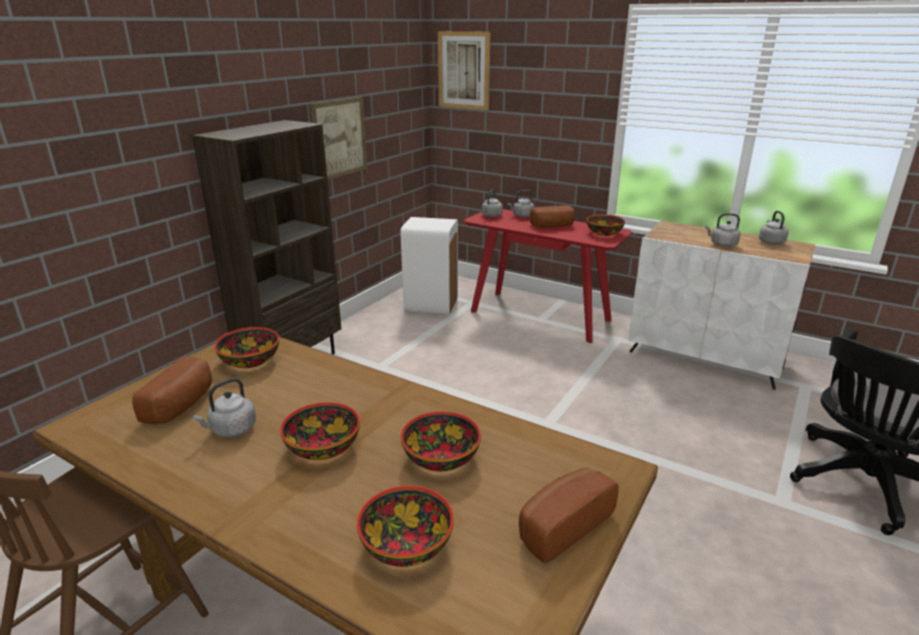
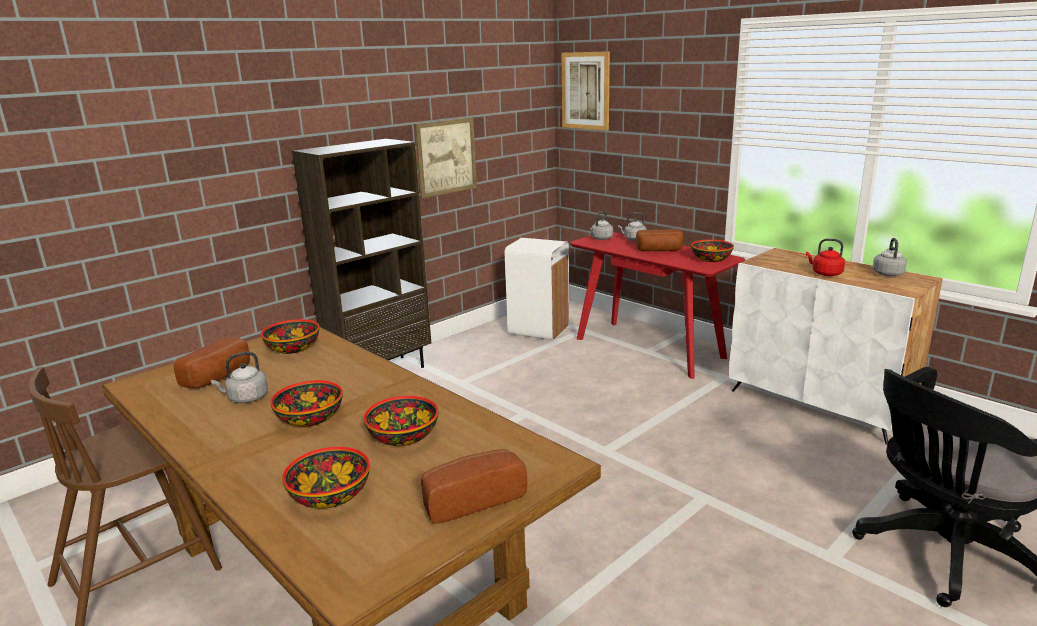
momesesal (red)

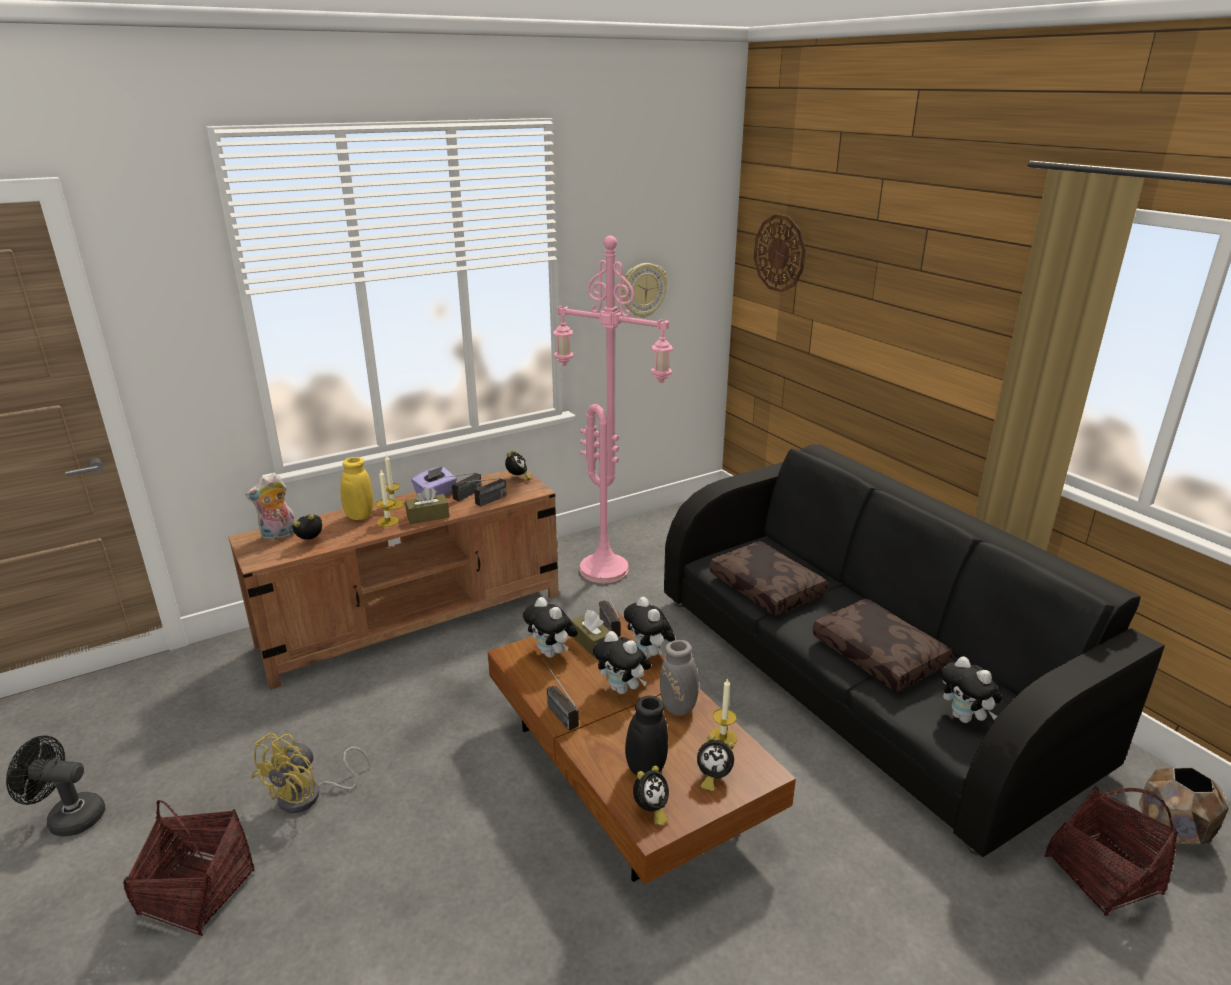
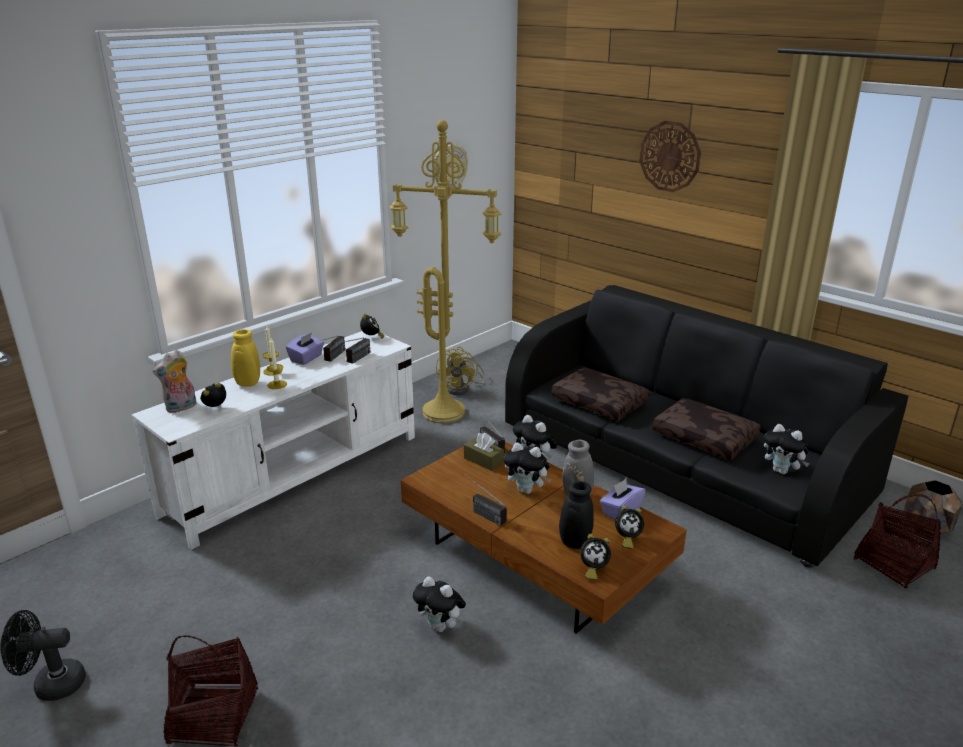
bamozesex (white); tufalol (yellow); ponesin (2nd from left); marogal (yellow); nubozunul (3rd from left); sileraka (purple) (2nd from left); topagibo (2nd from left); sileraka (brown) (1st from left in the first image)

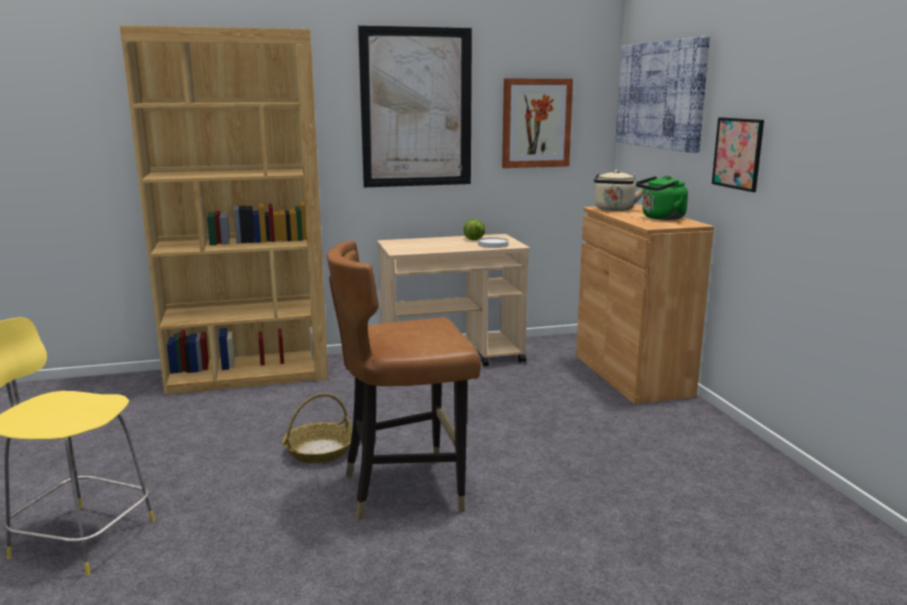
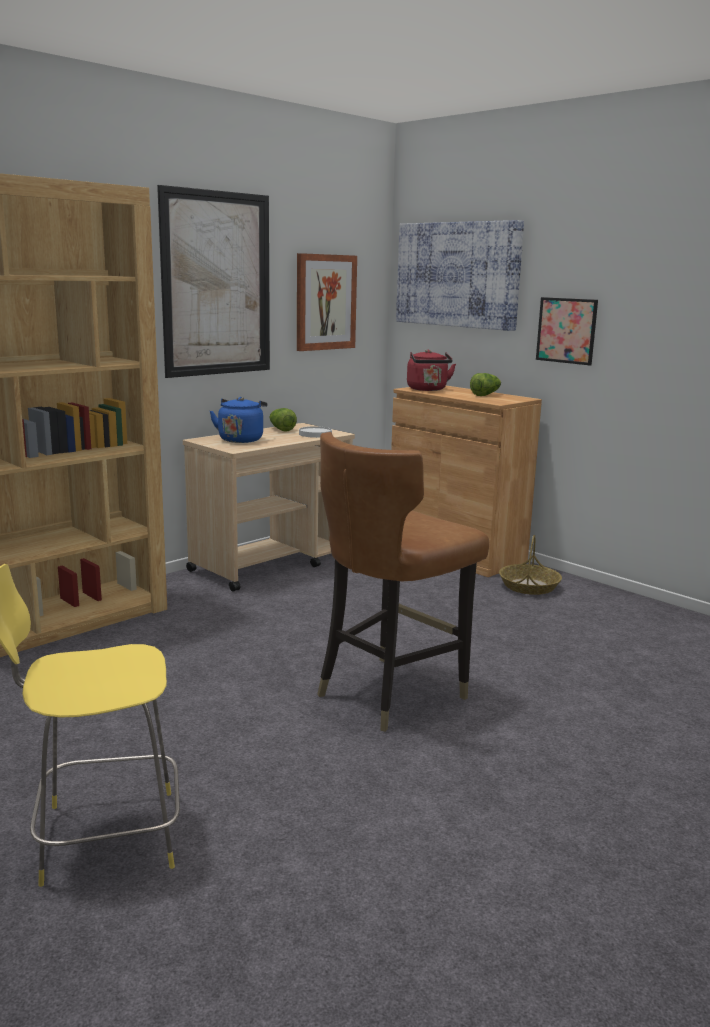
momesesal (blue); momesesal (red); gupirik (2nd from left); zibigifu

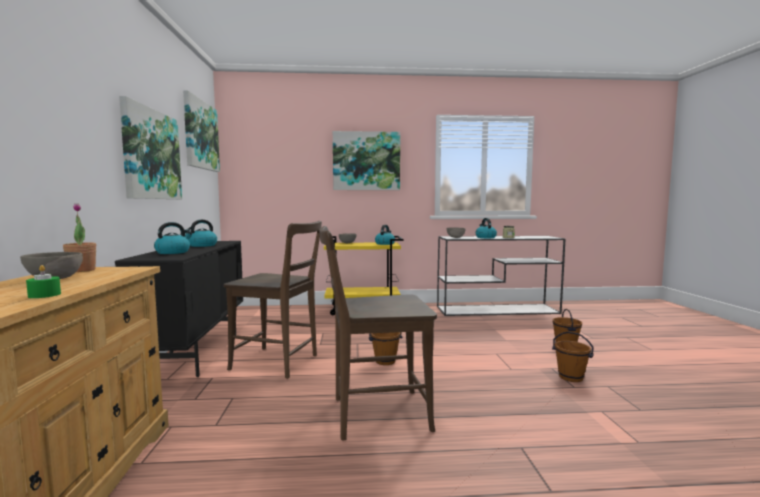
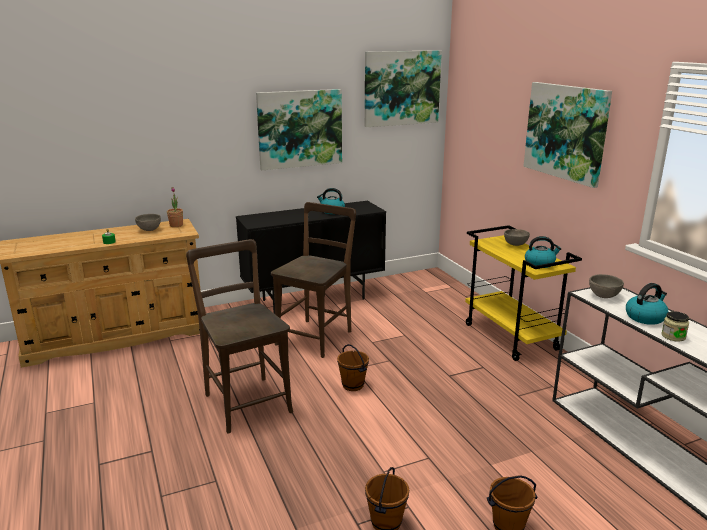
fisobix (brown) (2nd from left); momesesal (1st from left in the first image)

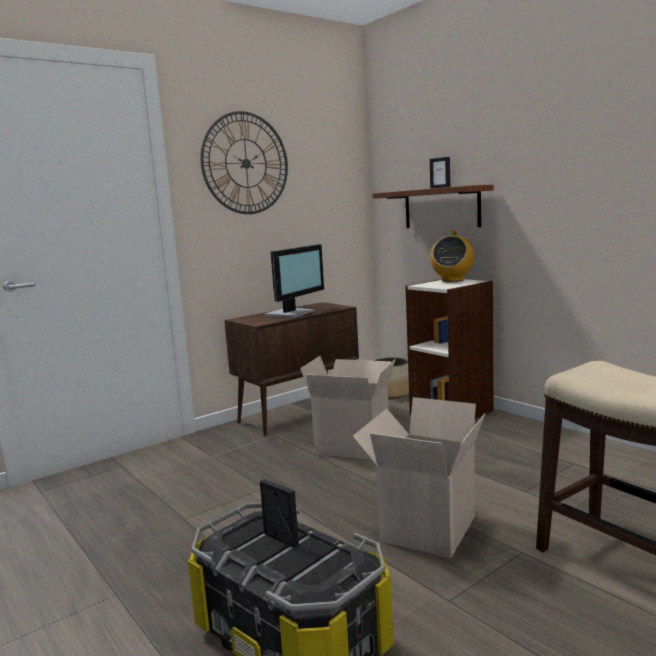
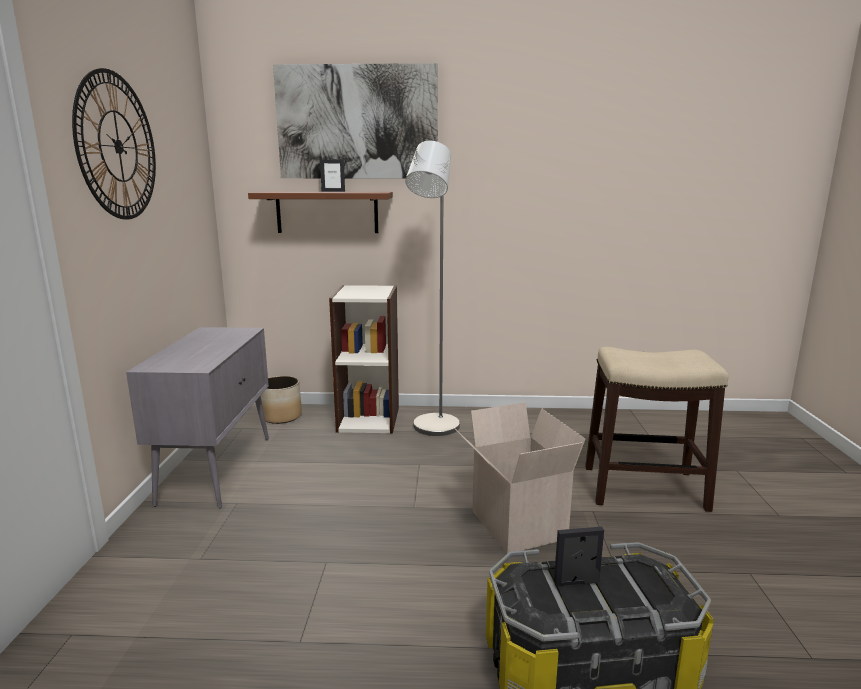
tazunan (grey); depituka; tufalol (grey); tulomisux; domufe (1st from left in the first image); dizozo

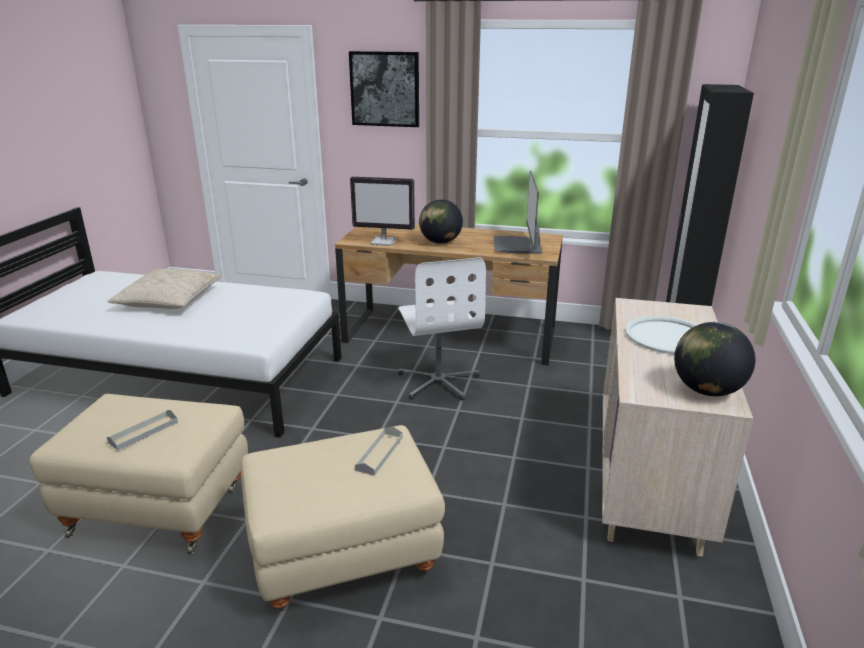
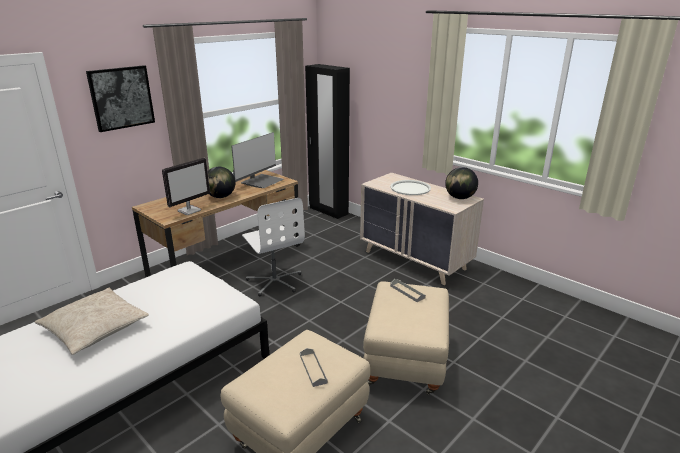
tulomisux (2nd from left); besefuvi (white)

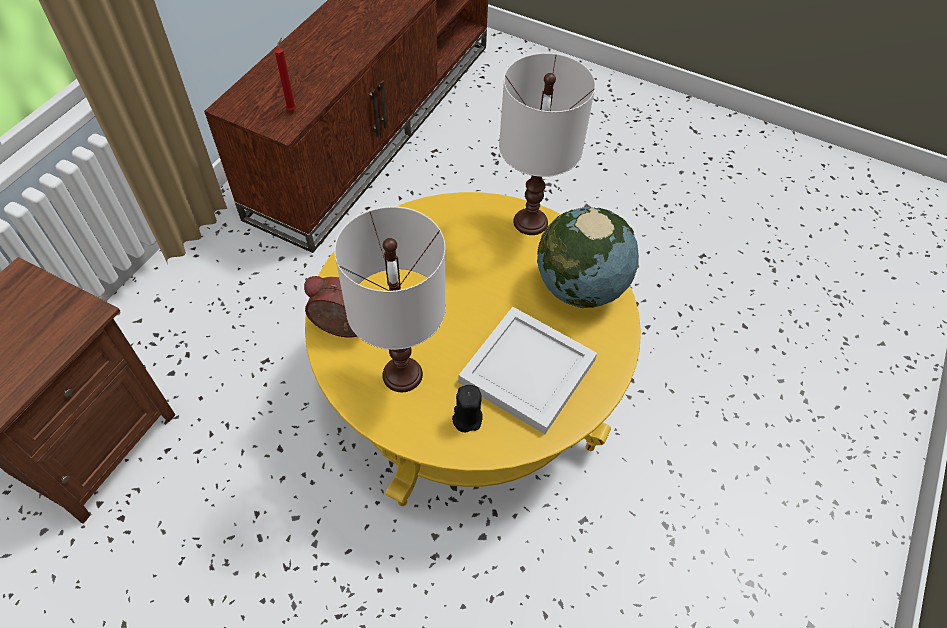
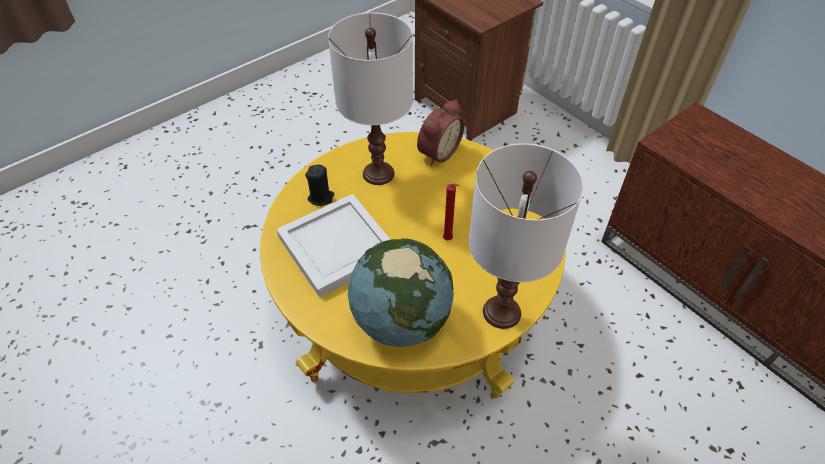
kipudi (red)

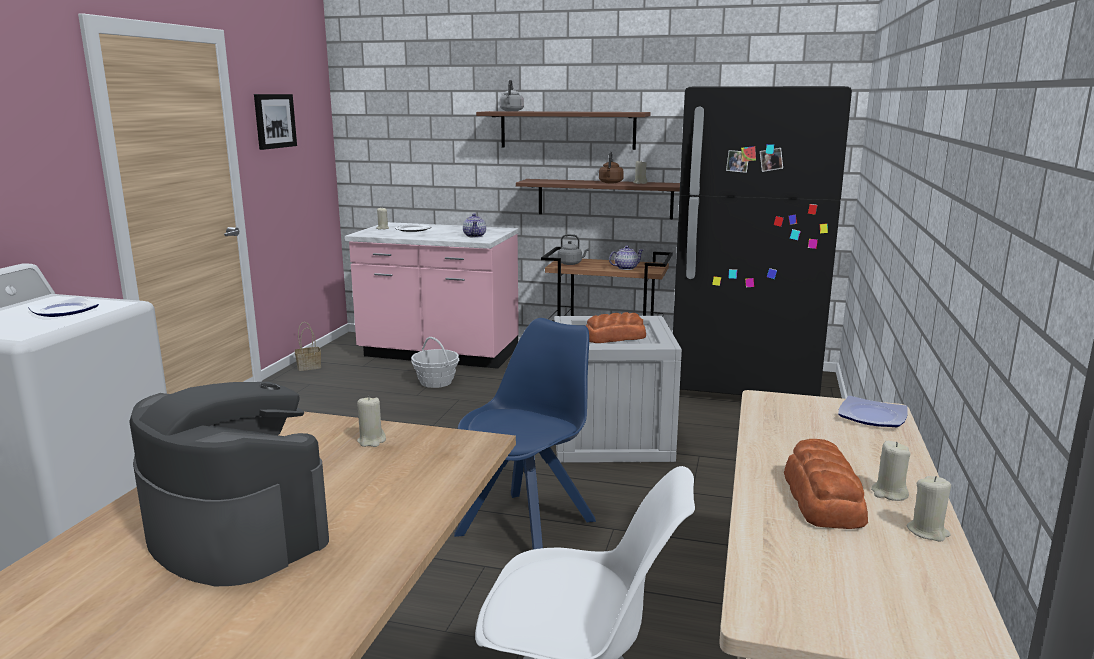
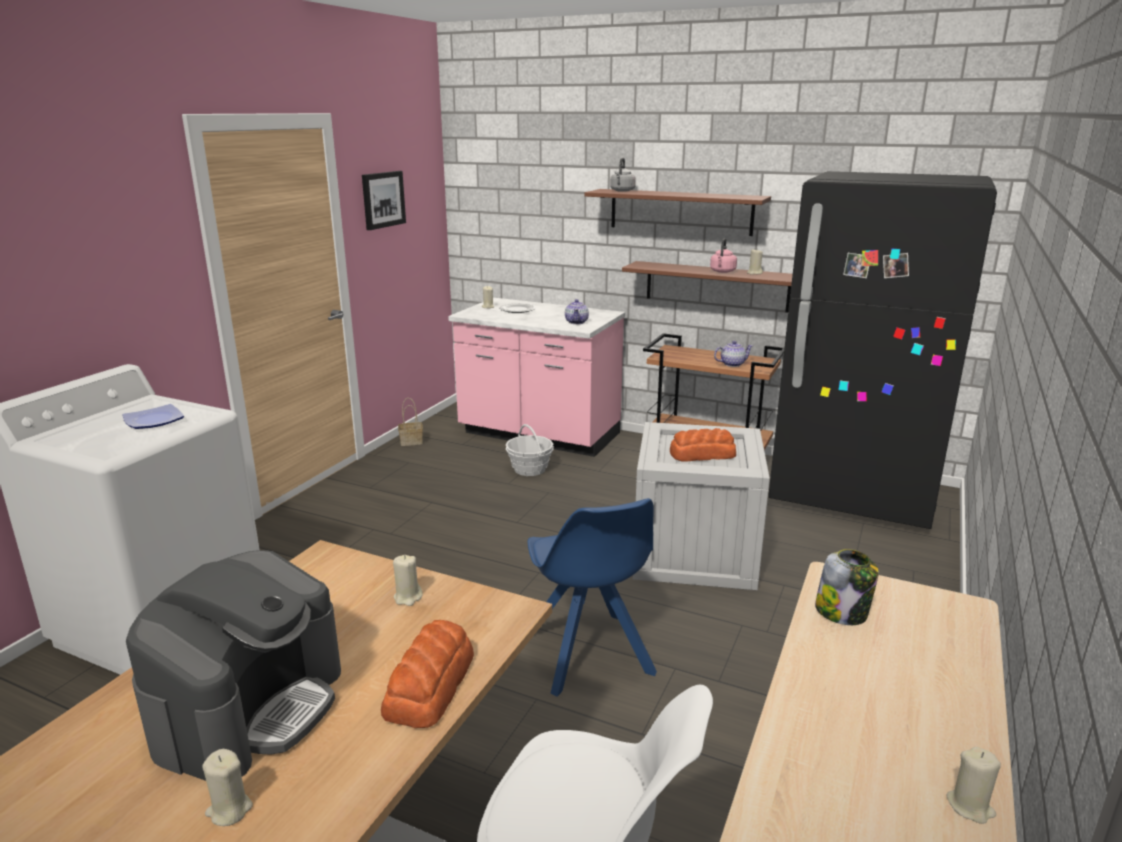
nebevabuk; kipudi (beige) (1st from left); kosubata (1st from left); fisobix (blue); momesesal (pink); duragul; momesesal (grey) (2nd from left in the first image); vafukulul (3rd from left in the first image)

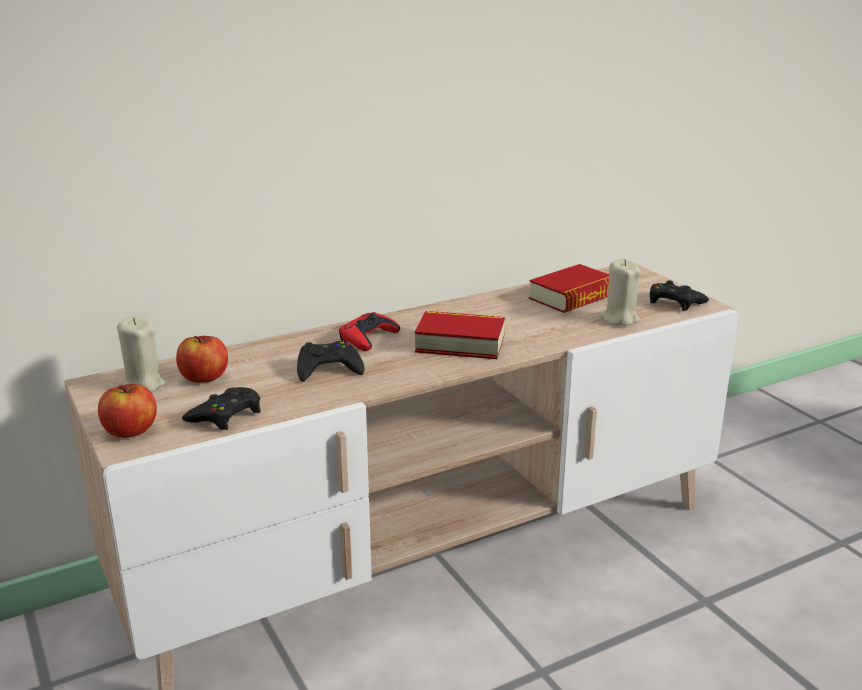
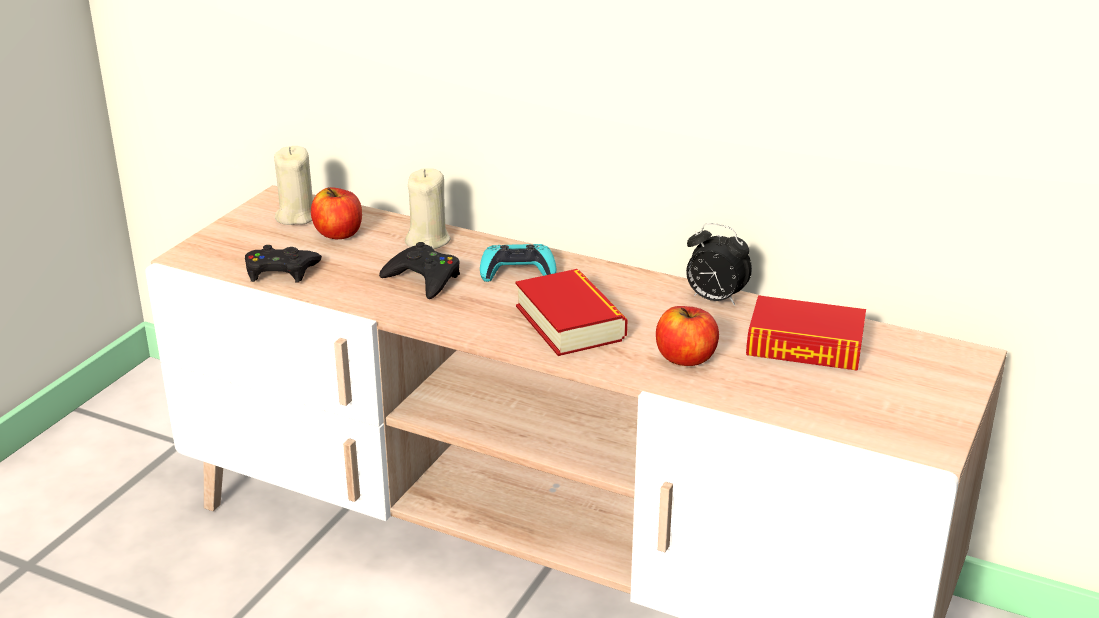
kipudi (beige) (2nd from left); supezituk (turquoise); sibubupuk (2nd from left); nubozunul; supezituk (black) (3rd from left in the first image)

